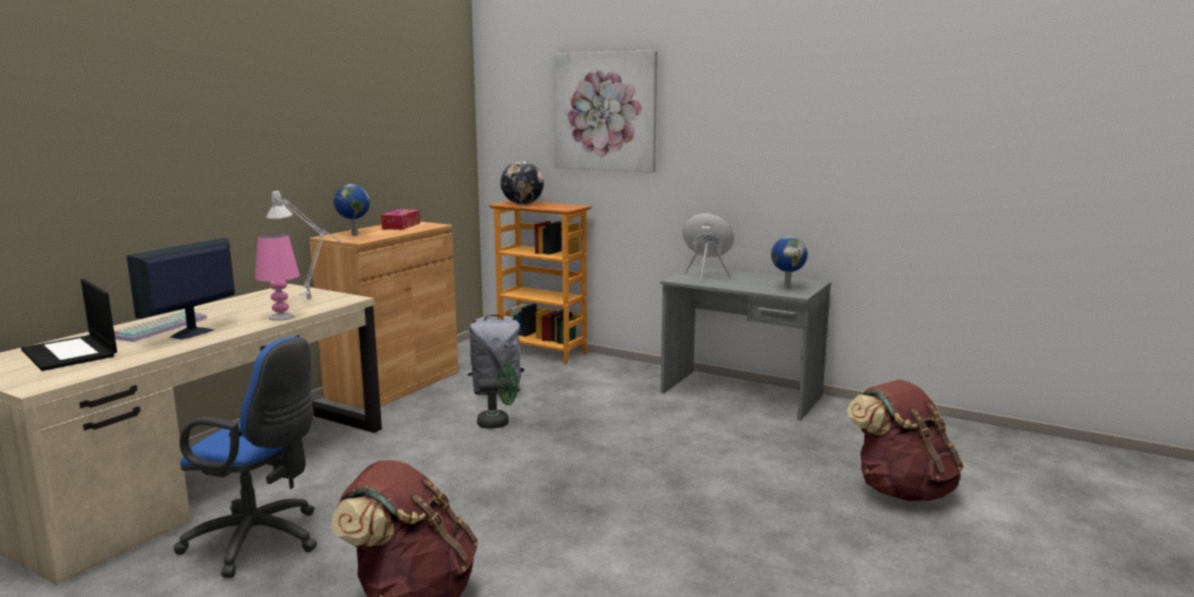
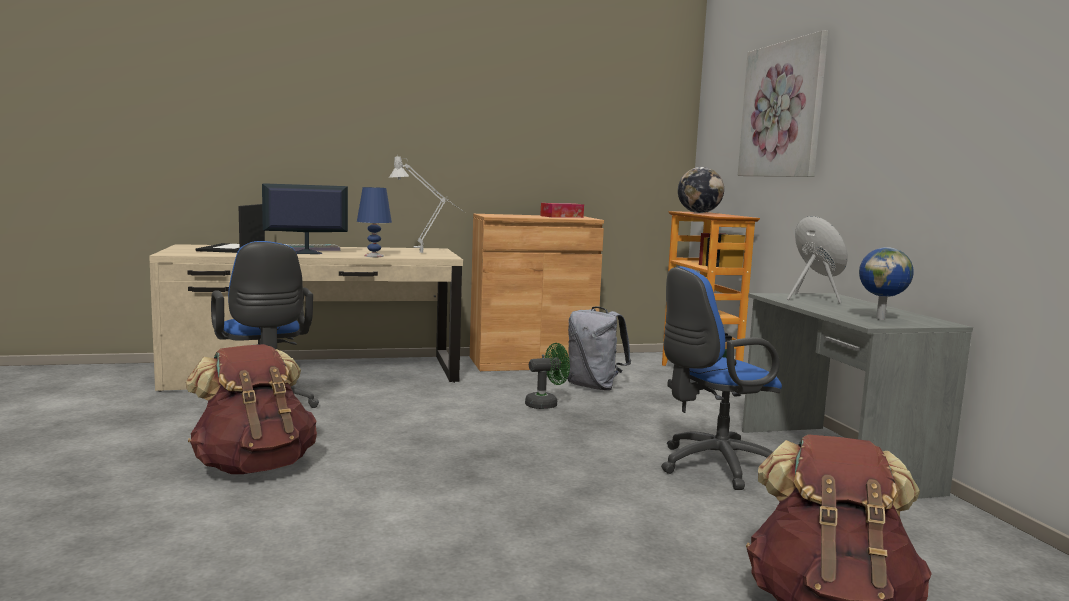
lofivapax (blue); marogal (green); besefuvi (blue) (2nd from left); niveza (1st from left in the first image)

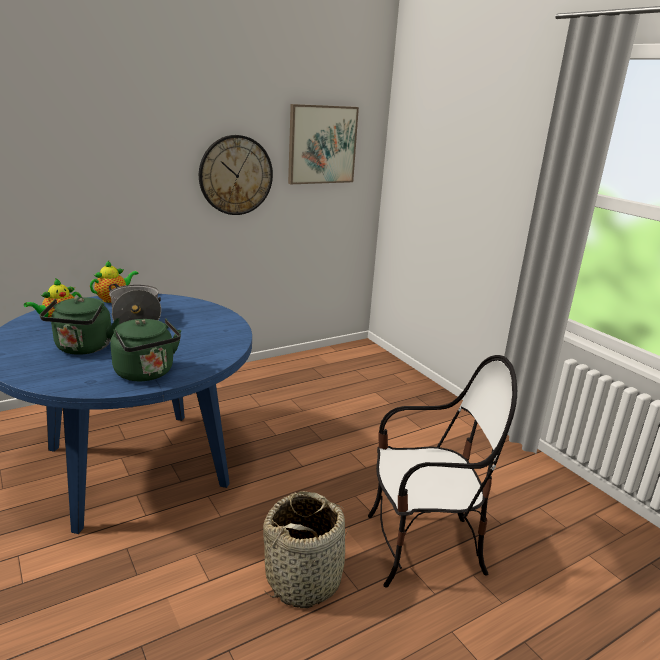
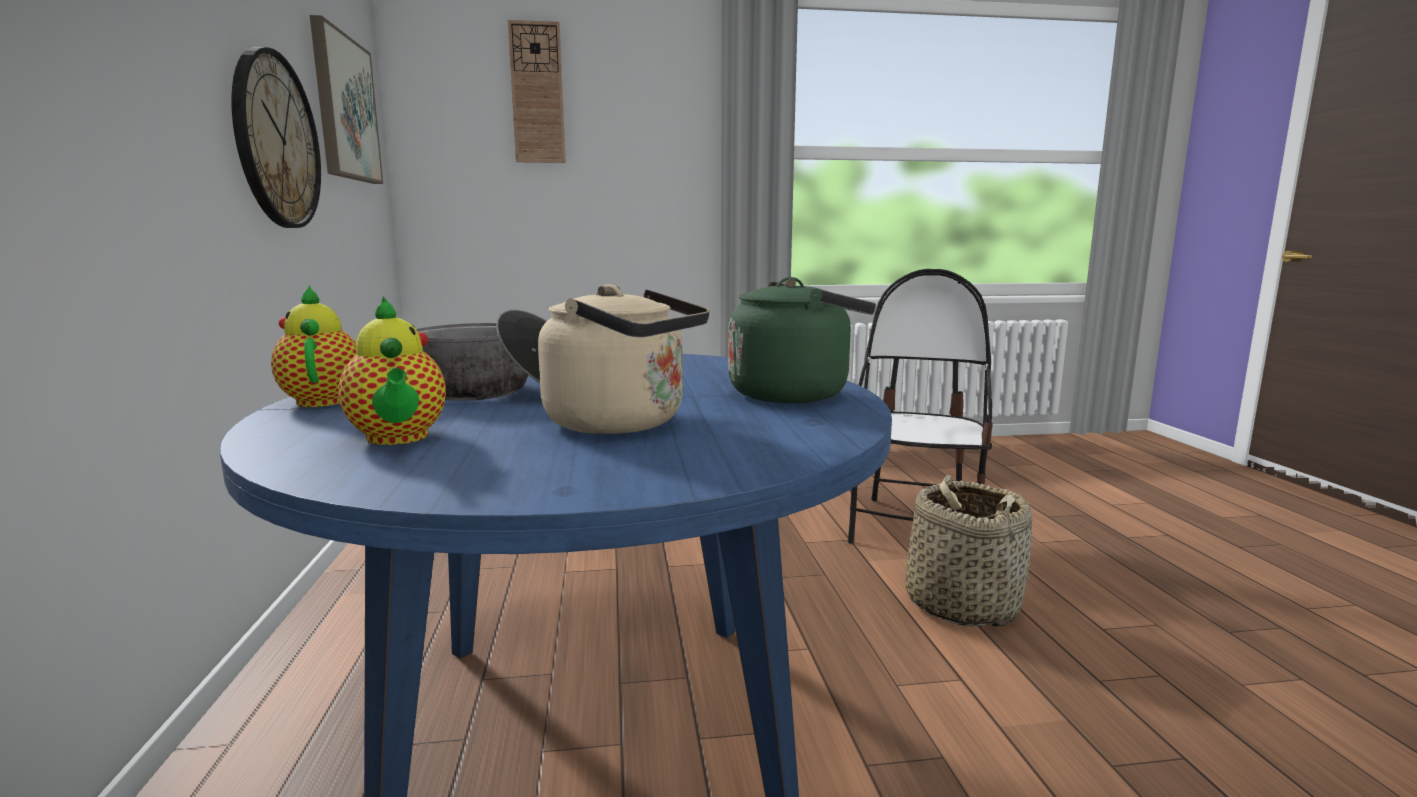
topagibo (2nd from left); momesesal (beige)

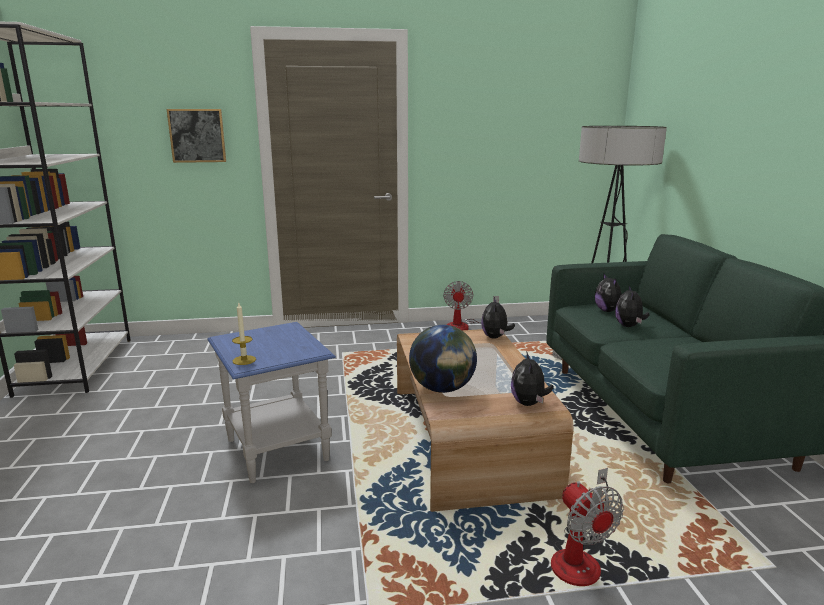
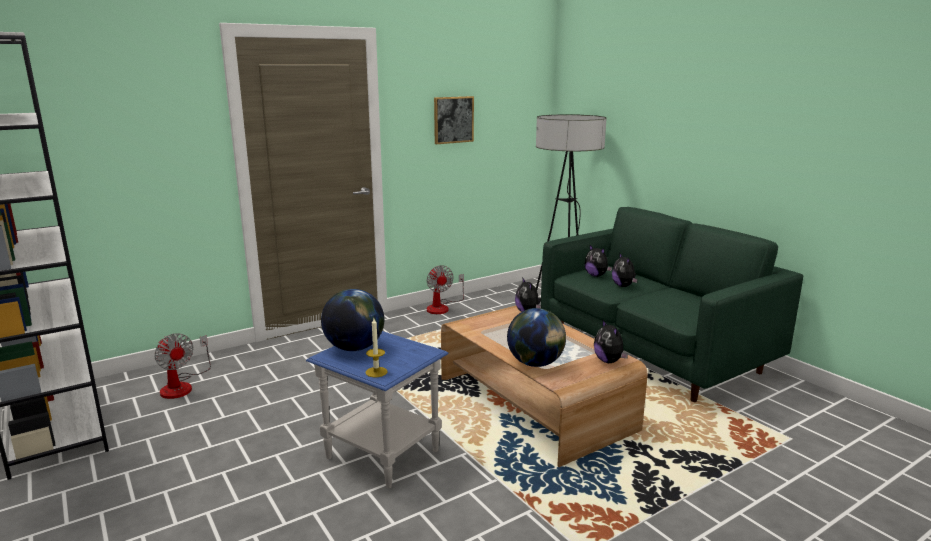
marogal (1st from left); niveza (1st from left); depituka

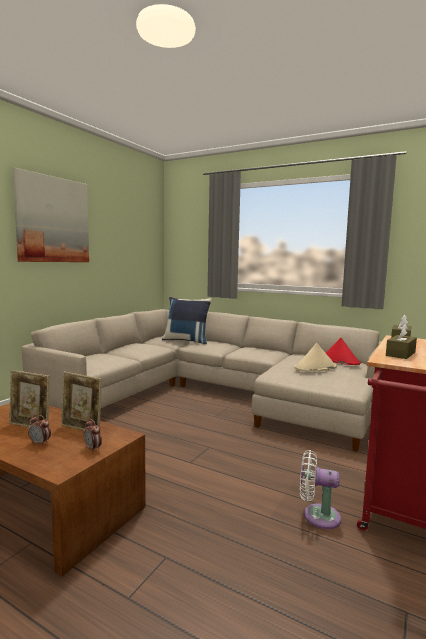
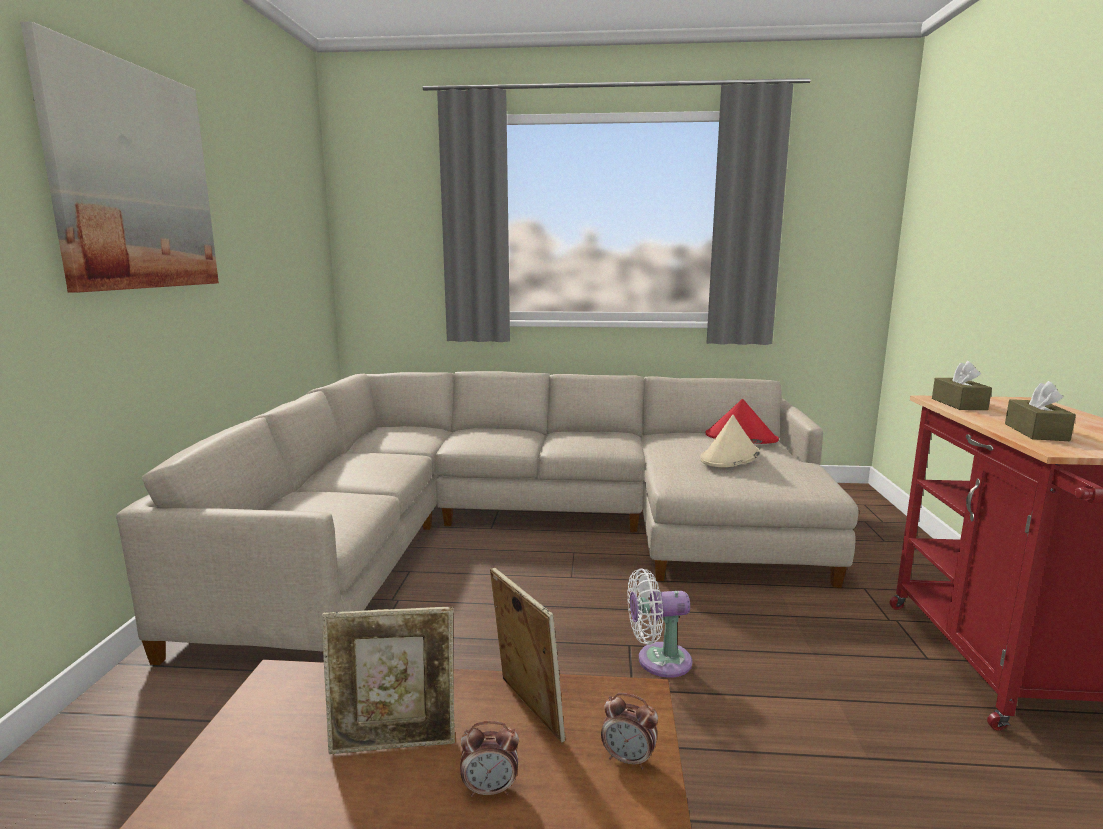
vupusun (2nd from left); marogal (white); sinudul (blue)

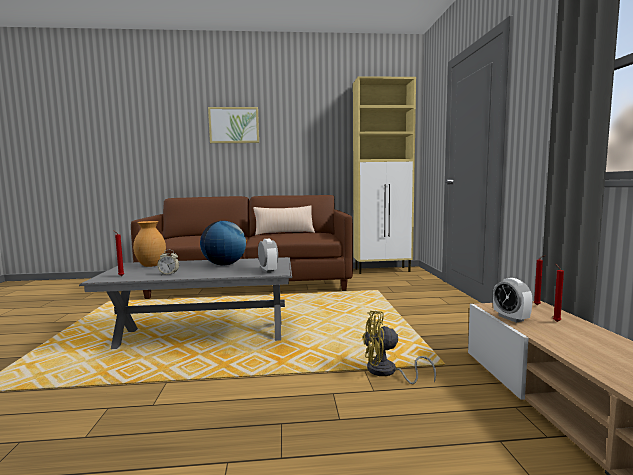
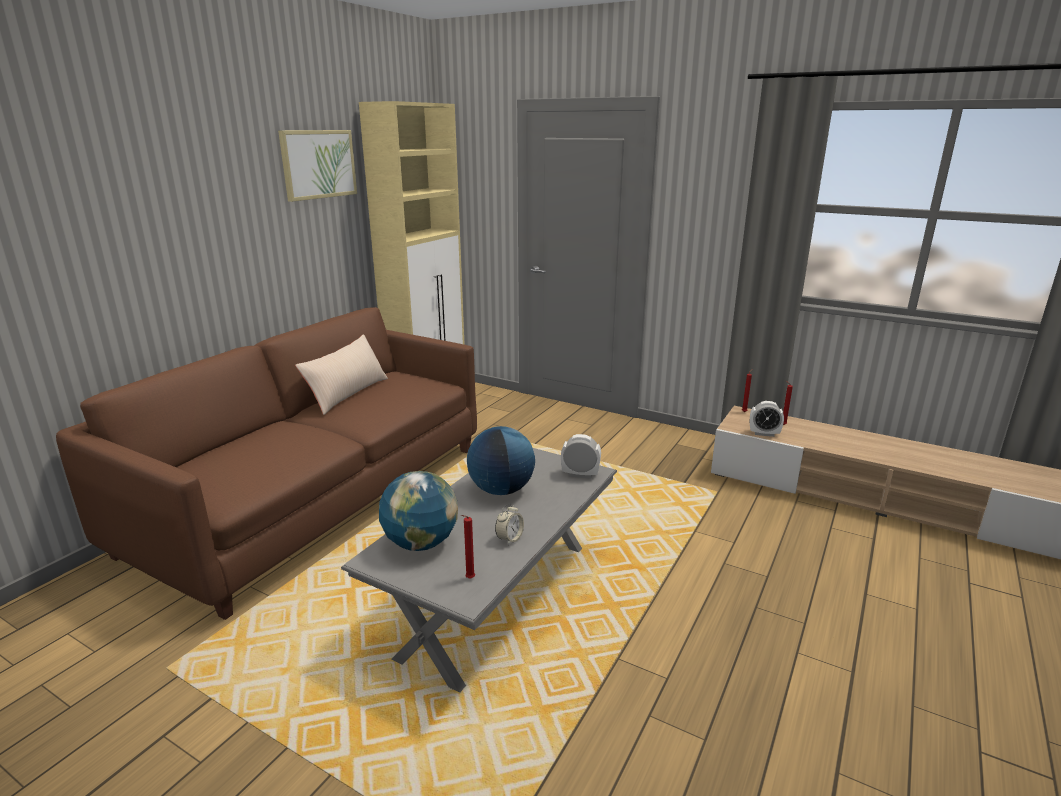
depituka; niveza (1st from left); marogal (yellow)

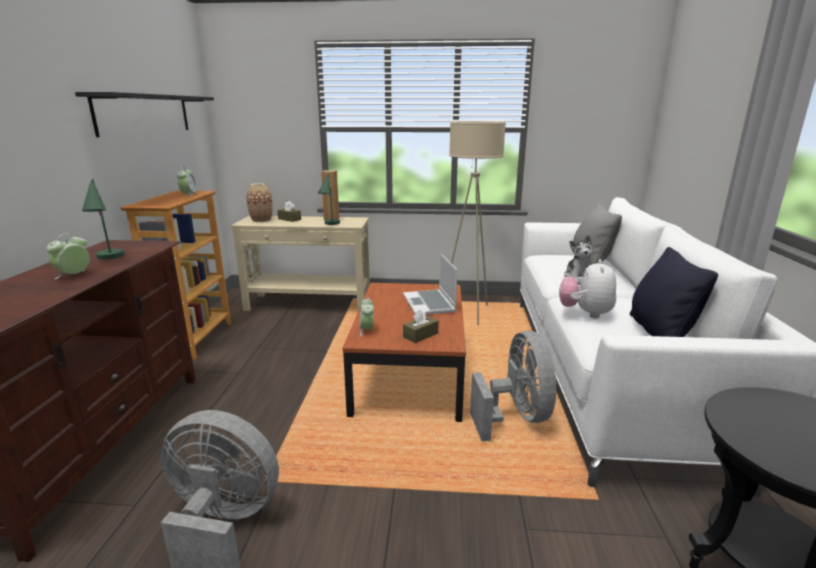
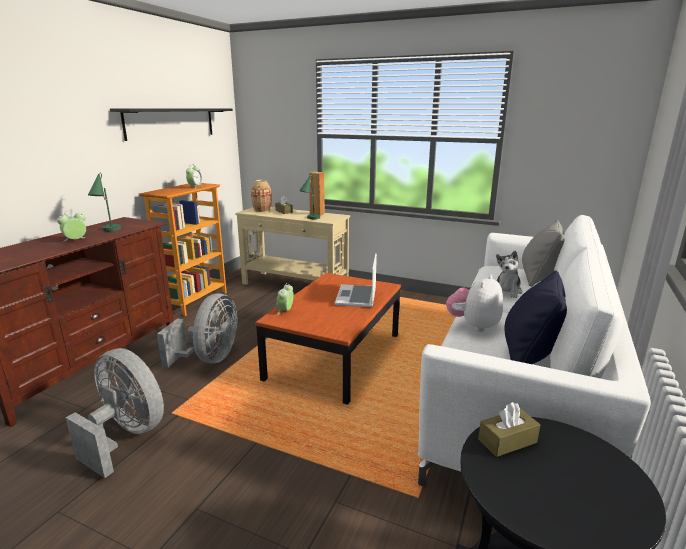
marogal (grey) (2nd from left); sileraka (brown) (2nd from left); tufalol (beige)

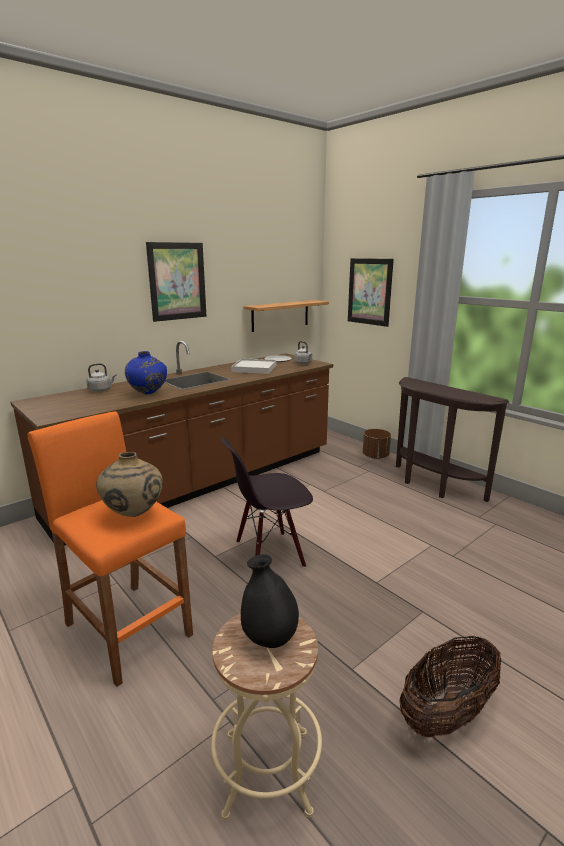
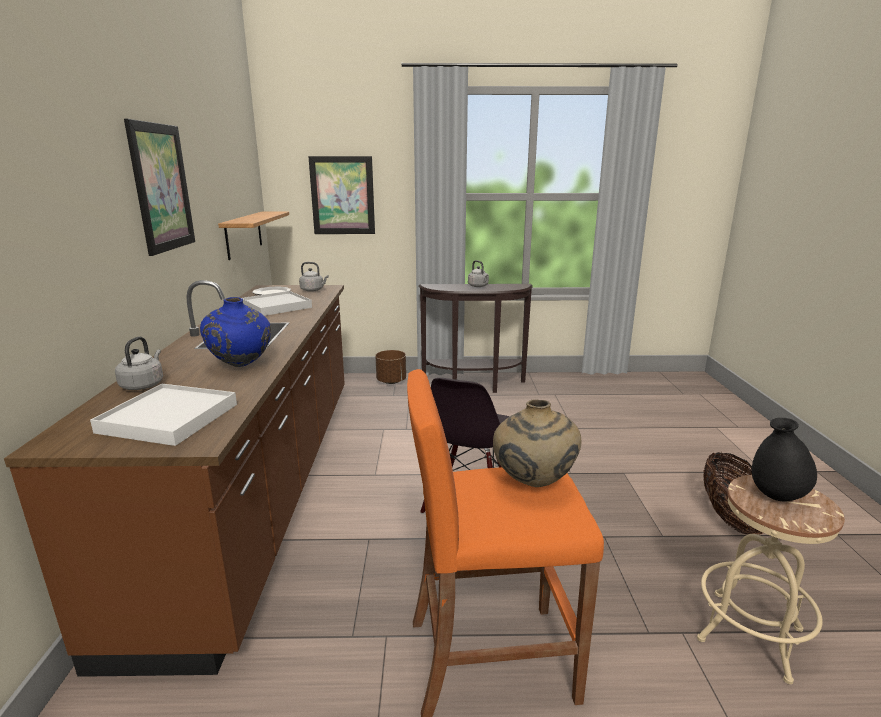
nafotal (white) (1st from left); momesesal (grey) (3rd from left)

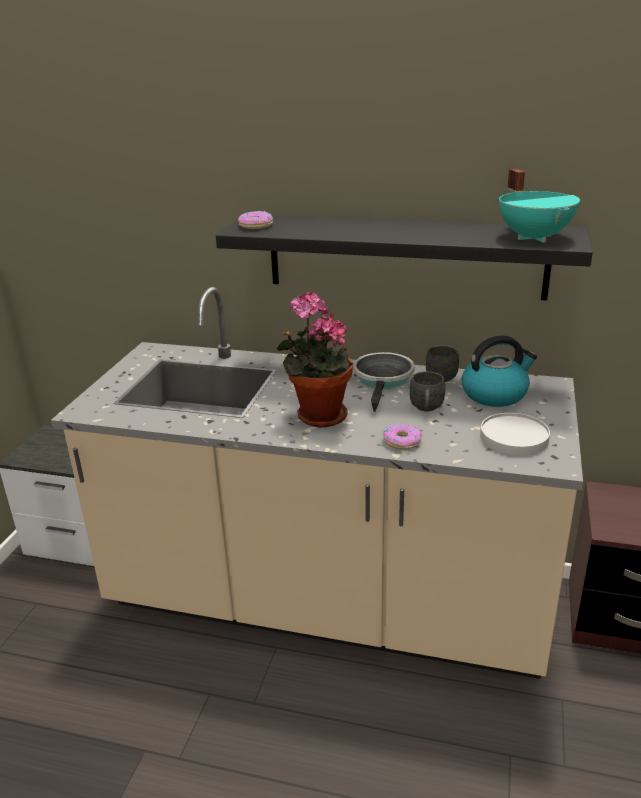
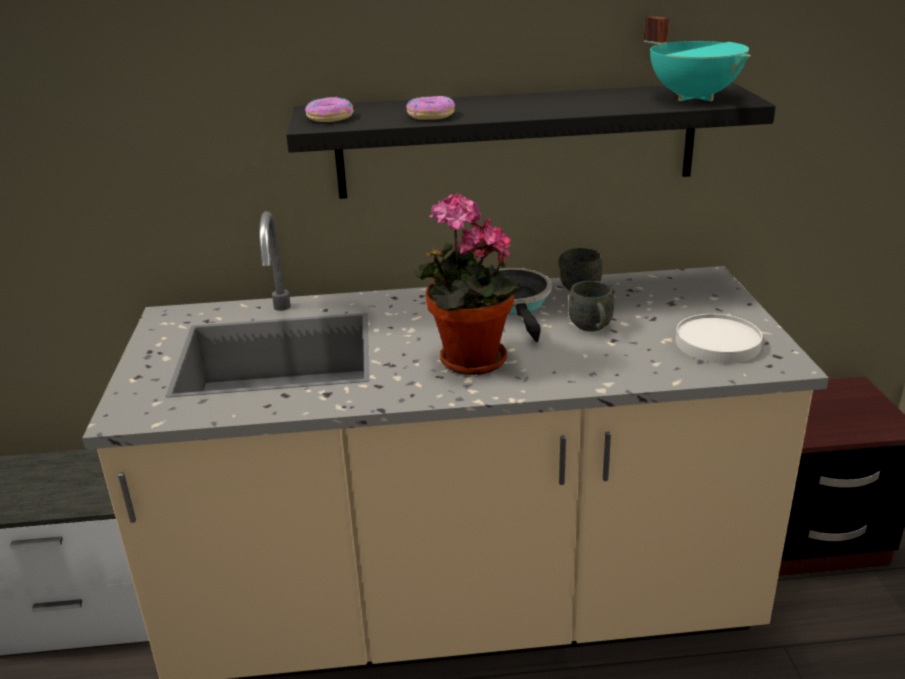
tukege (2nd from left); momesesal

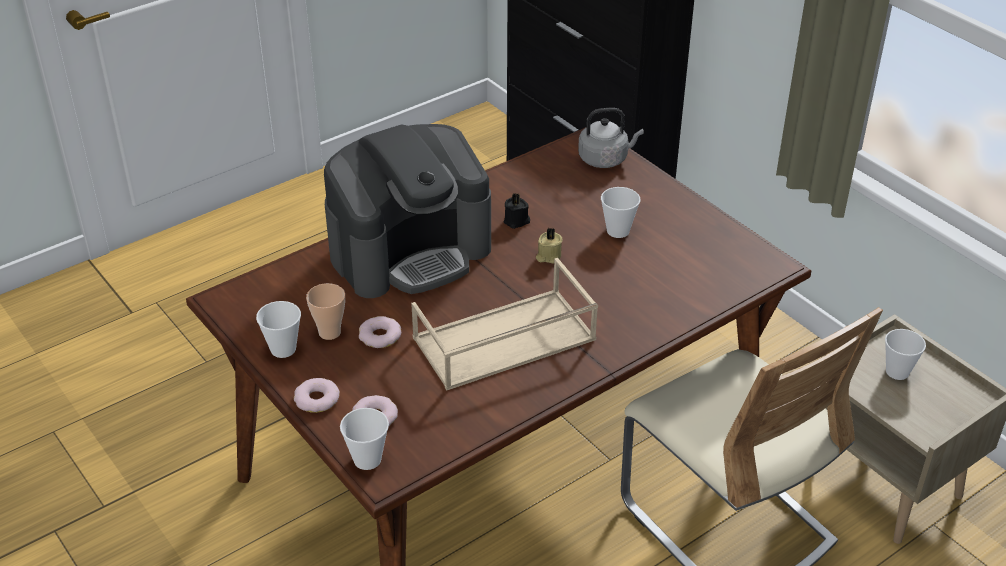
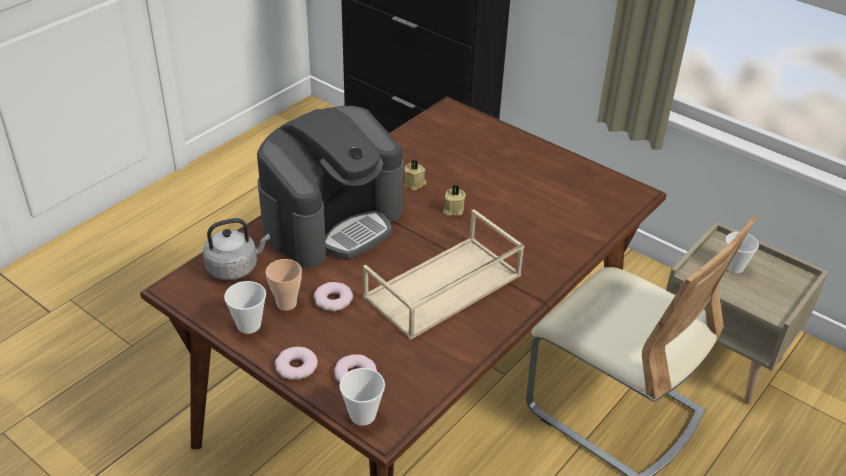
momesesal (grey); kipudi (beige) (1st from left); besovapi (4th from left in the first image)

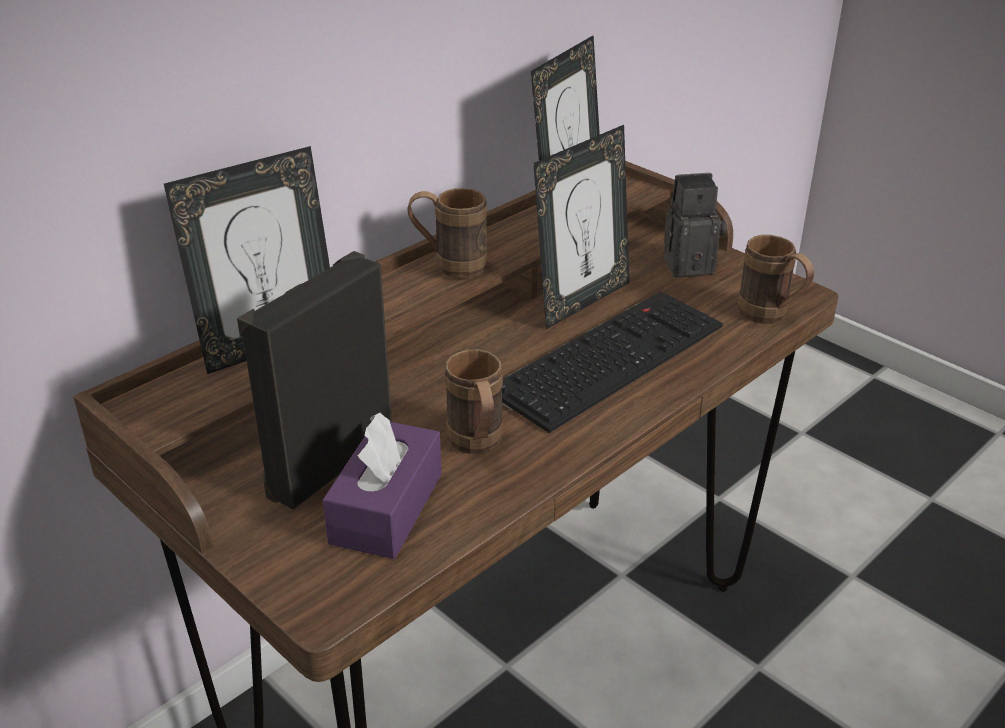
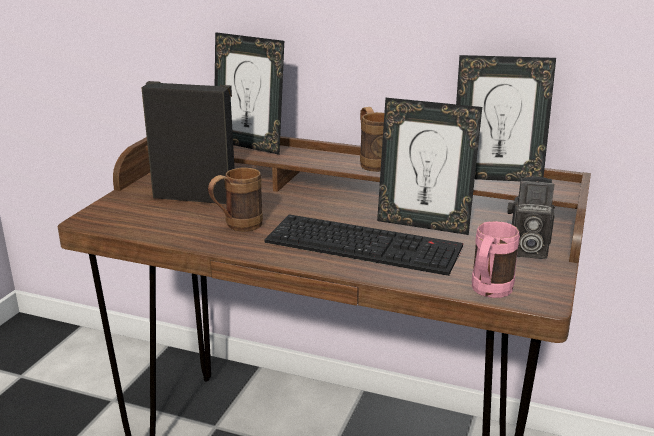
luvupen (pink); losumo; sileraka (purple)

